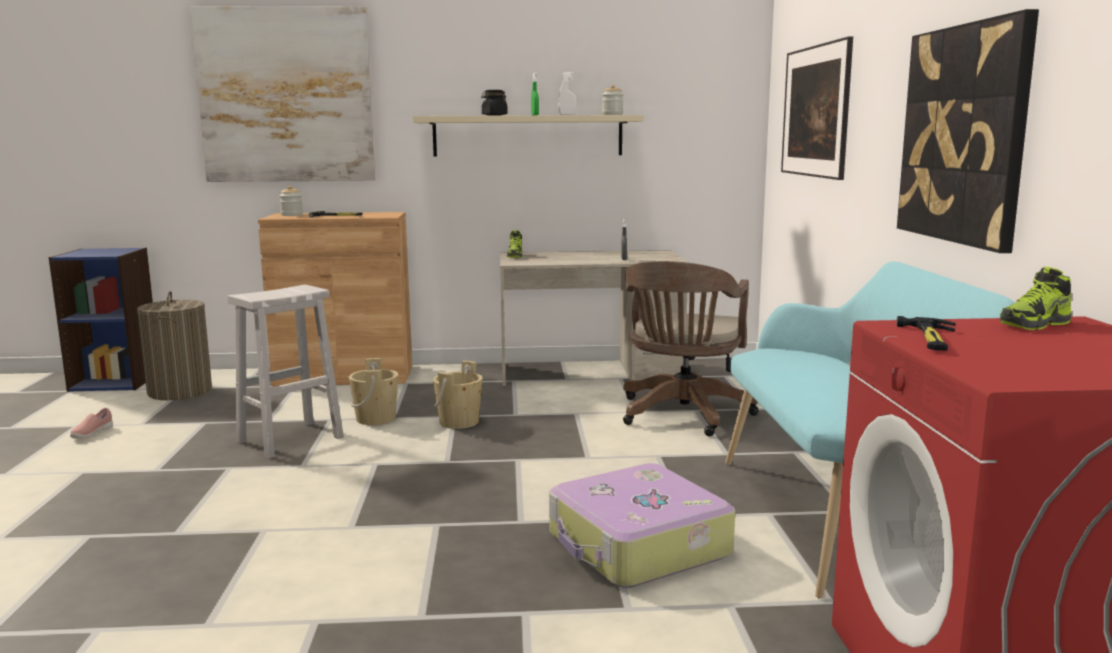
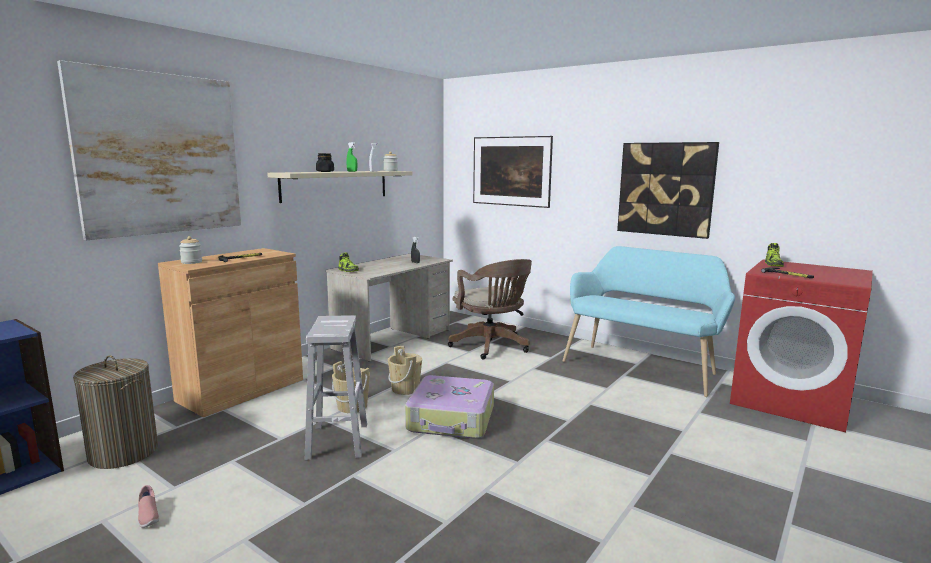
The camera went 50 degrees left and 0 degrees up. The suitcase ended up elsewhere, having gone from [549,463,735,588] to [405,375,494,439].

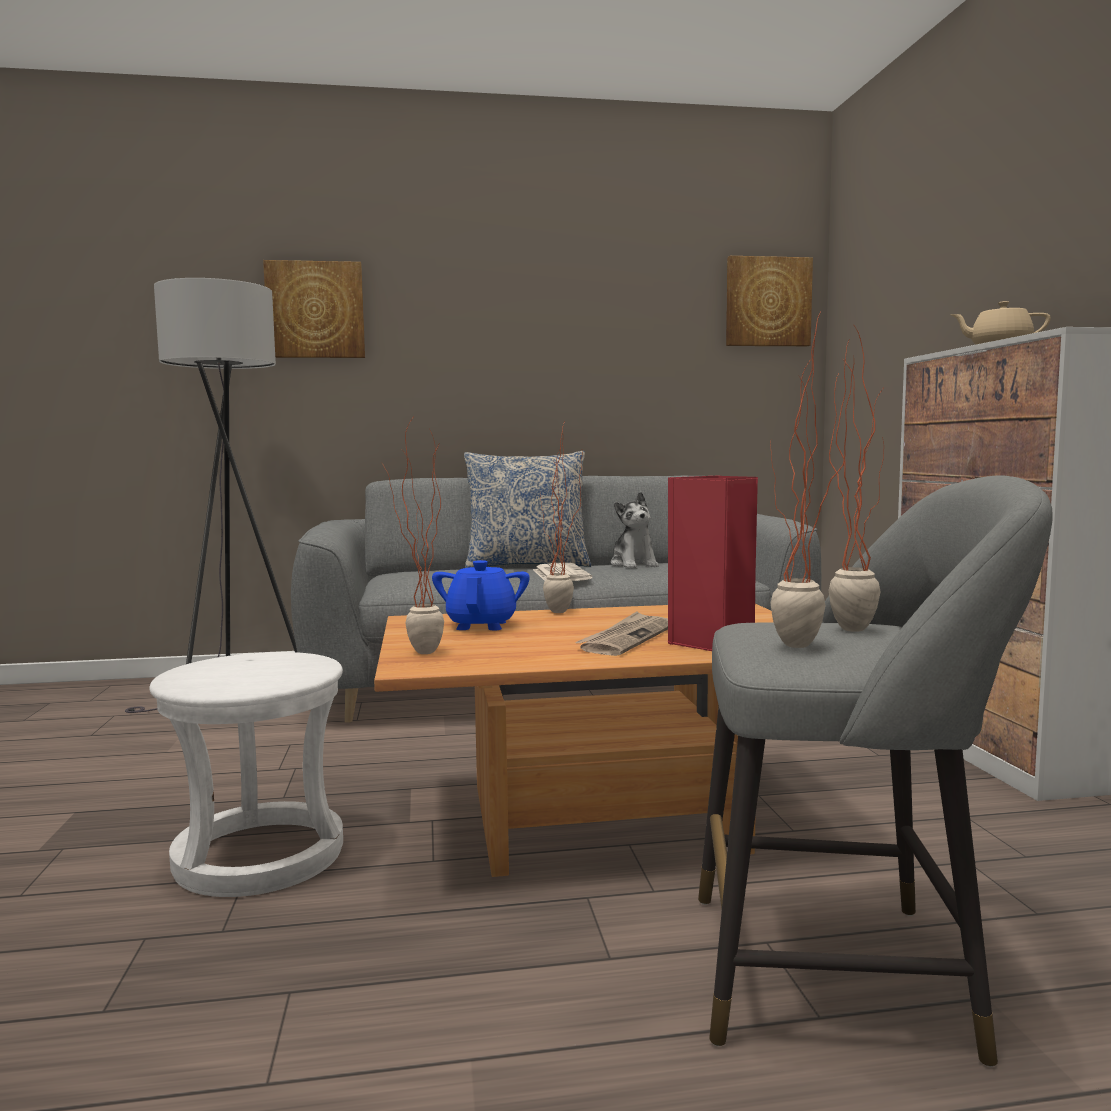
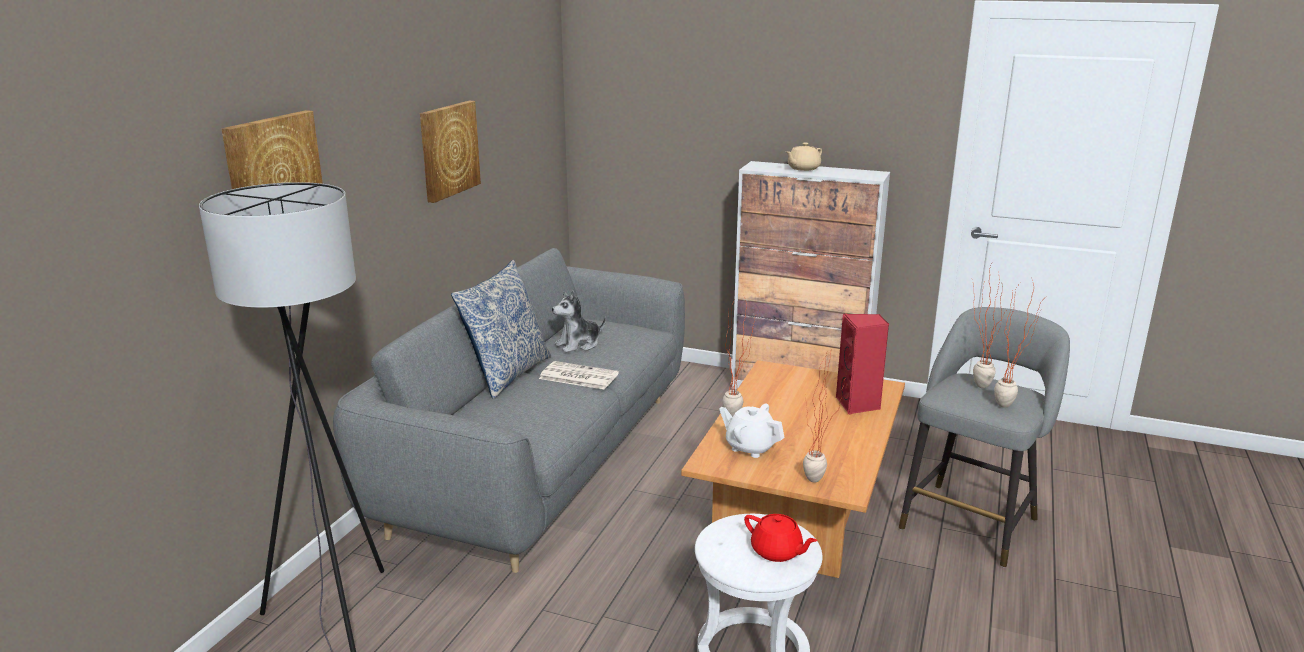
The camera went 60 degrees left and 15 degrees up. The second view lost the newspaper at [575,611,668,656]. The second view gained the teapot (red) at [744,514,817,562]. The picture ended up elsewhere, having gone from [726,256,813,346] to [420,101,481,203]. What was the teapot (blue) at [432,560,530,630] turned into the teapot (white) at [719,404,785,458]. The plush toy at [611,492,659,568] ended up facing another way, 135 degrees clockwise from before.

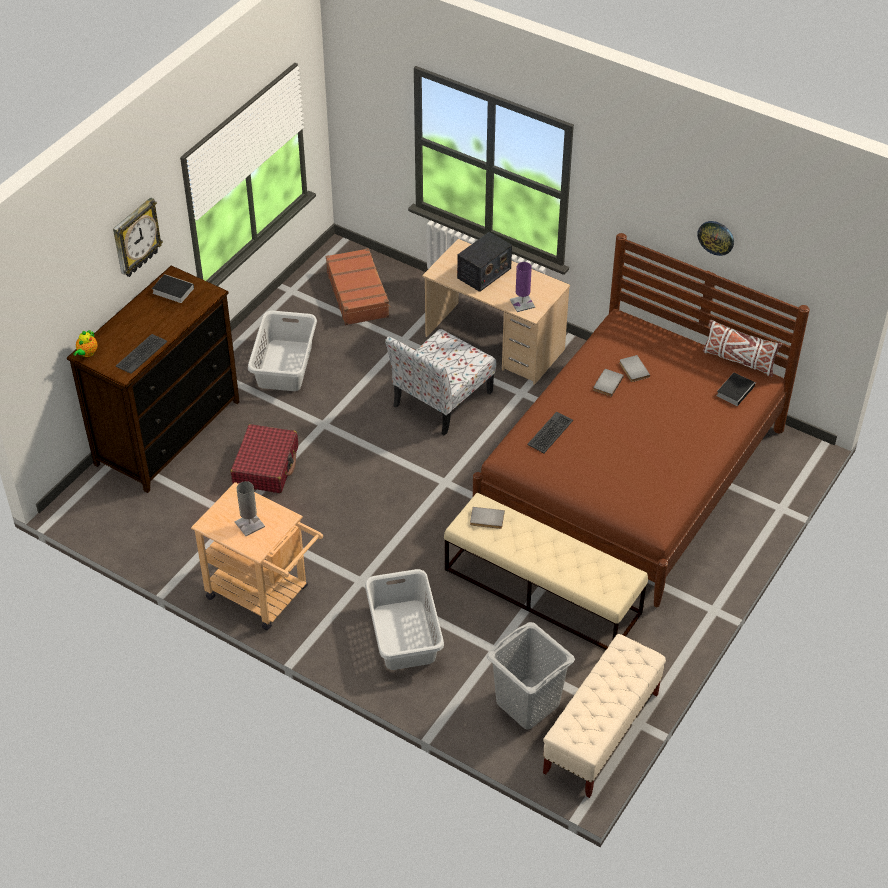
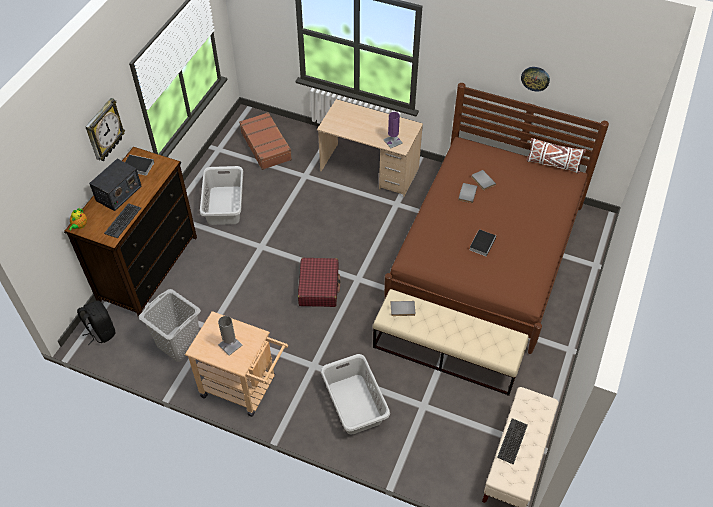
The camera went 10 degrees left and 5 degrees up. The second view lost the chair at [385,329,496,436]. The second view gained the backpack (black) at [77,300,115,345]. The suitcase (red) ended up elsewhere, having gone from [231,424,298,493] to [298,258,341,307]. The radio ended up elsewhere, having gone from [457,232,512,292] to [89,159,141,211]. The laundry basket (grey) ended up elsewhere, having gone from [487,622,575,729] to [139,289,201,362]. The keyboard ended up elsewhere, having gone from [527,412,573,453] to [497,418,528,464]. The book ended up elsewhere, having gone from [716,373,755,406] to [469,229,496,257].

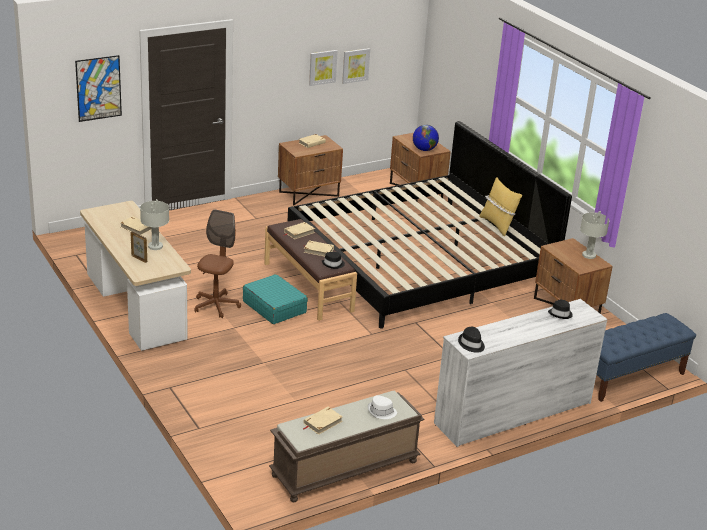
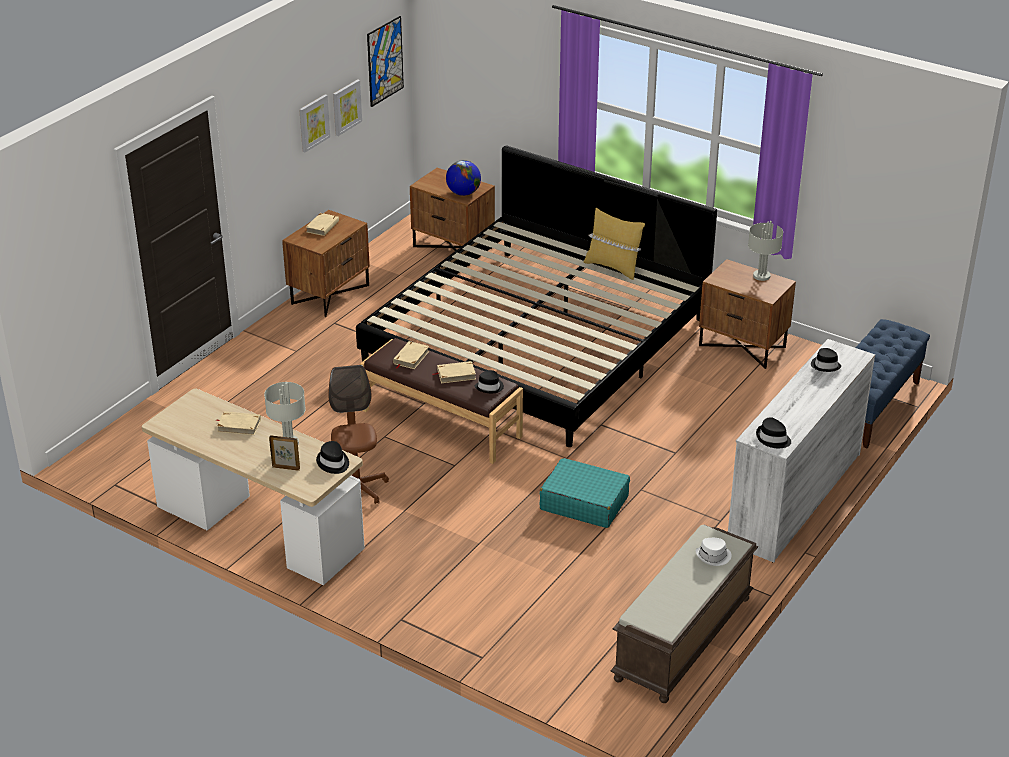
The camera went 25 degrees left and 5 degrees up. The second view lost the book (beige) at [303,407,343,435]. The second view gained the hat (black) at [316,441,349,474]. The picture ended up elsewhere, having gone from [75,55,122,122] to [367,16,404,107]. The suitcase (turquoise) ended up elsewhere, having gone from [243,274,308,324] to [540,458,630,528].

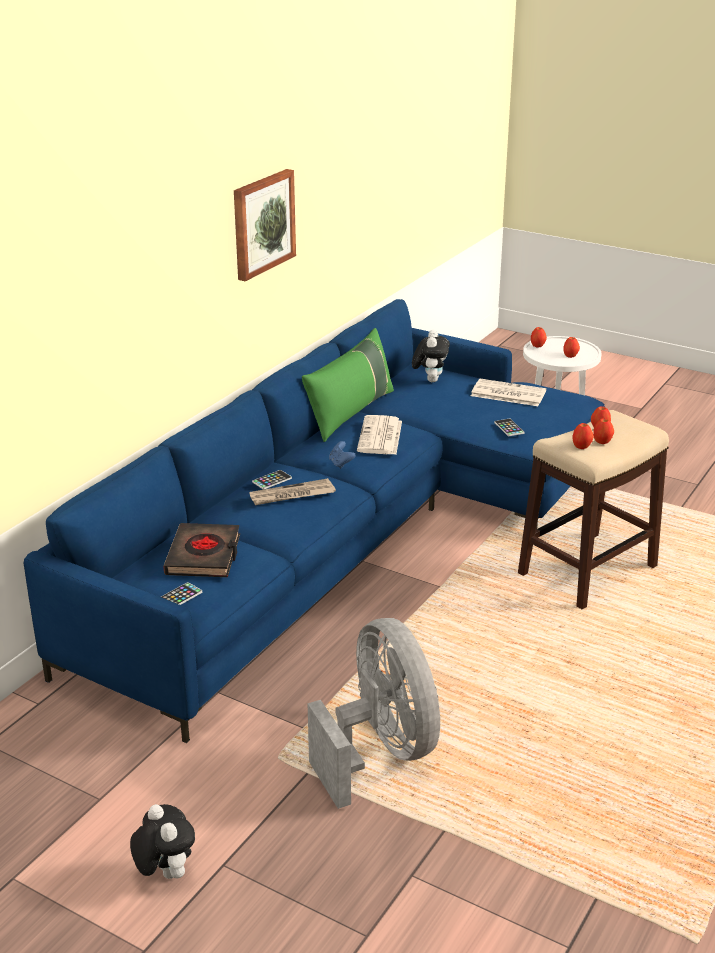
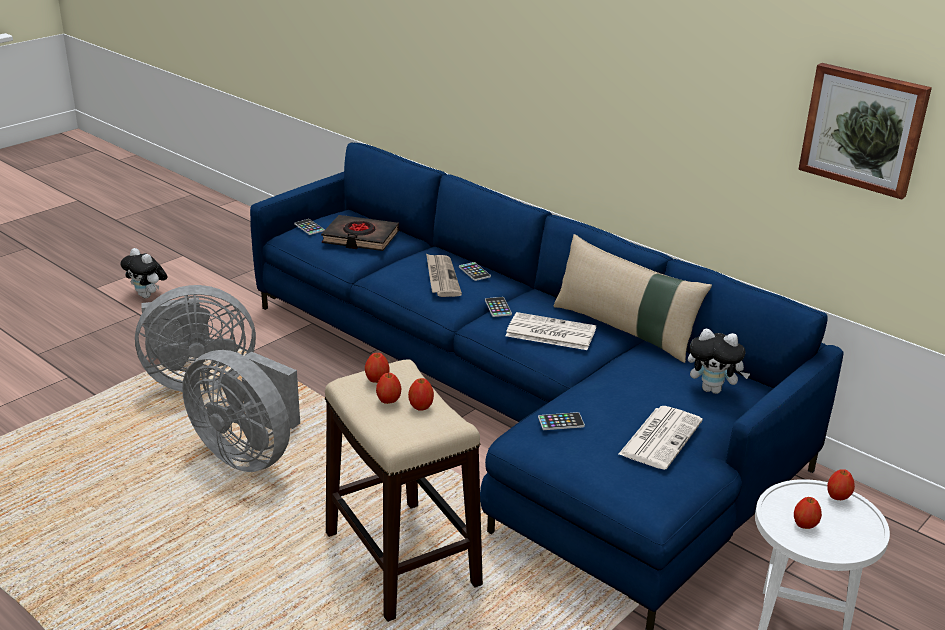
The camera went 100 degrees right and 0 degrees up. The second view gained the fan (grey) at [182,350,300,472]. The picture ended up elsewhere, having gone from [234,169,296,281] to [798,63,932,200]. Where the game controller (blue) stood at [329,441,356,469], the phone came to stand at [485,297,512,317]. What was the pillow (green) at [302,328,394,442] turned into the pillow (beige) at [553,234,712,363]. The plush toy at [130,804,195,879] ended up facing another way, 60 degrees clockwise from before.

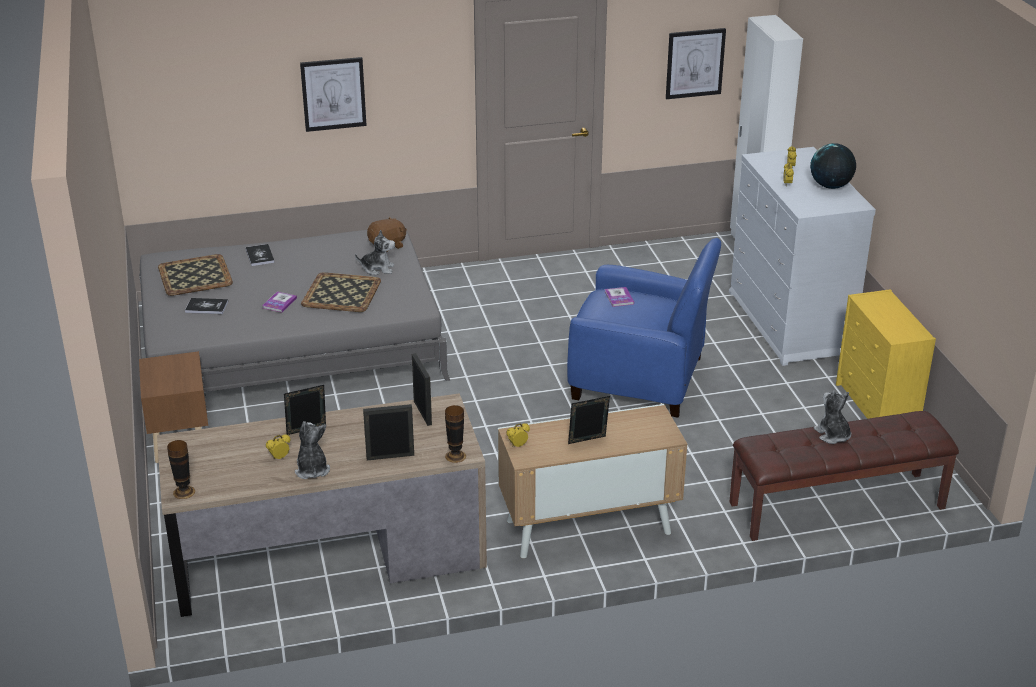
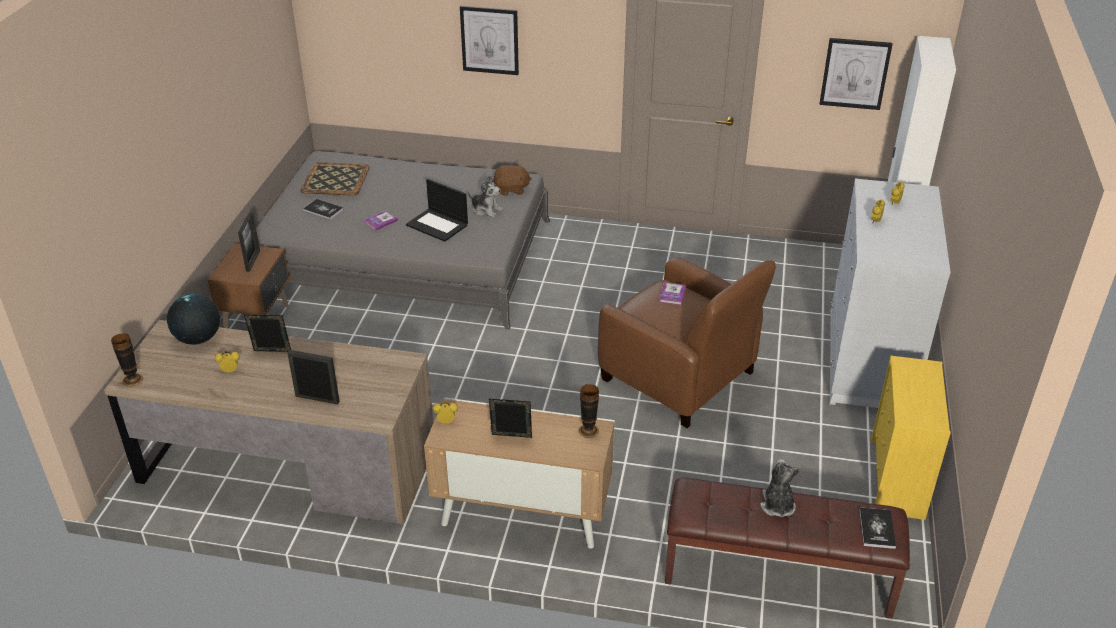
The camera went 25 degrees right and 5 degrees up. The second view lost the plush toy at [295,421,330,479]. The book ended up elsewhere, having gone from [246,244,275,266] to [859,507,896,549]. The picture frame ended up elsewhere, having gone from [412,353,432,426] to [238,212,260,272]. The vase ended up elsewhere, having gone from [445,405,466,463] to [579,384,599,438]. The globe ended up elsewhere, having gone from [810,143,856,189] to [167,294,220,345]. Where the tray stood at [301,272,381,312], the laptop came to stand at [406,179,468,242]. What was the armchair (blue) at [567,238,721,417] turned into the armchair (brown) at [598,258,776,428].

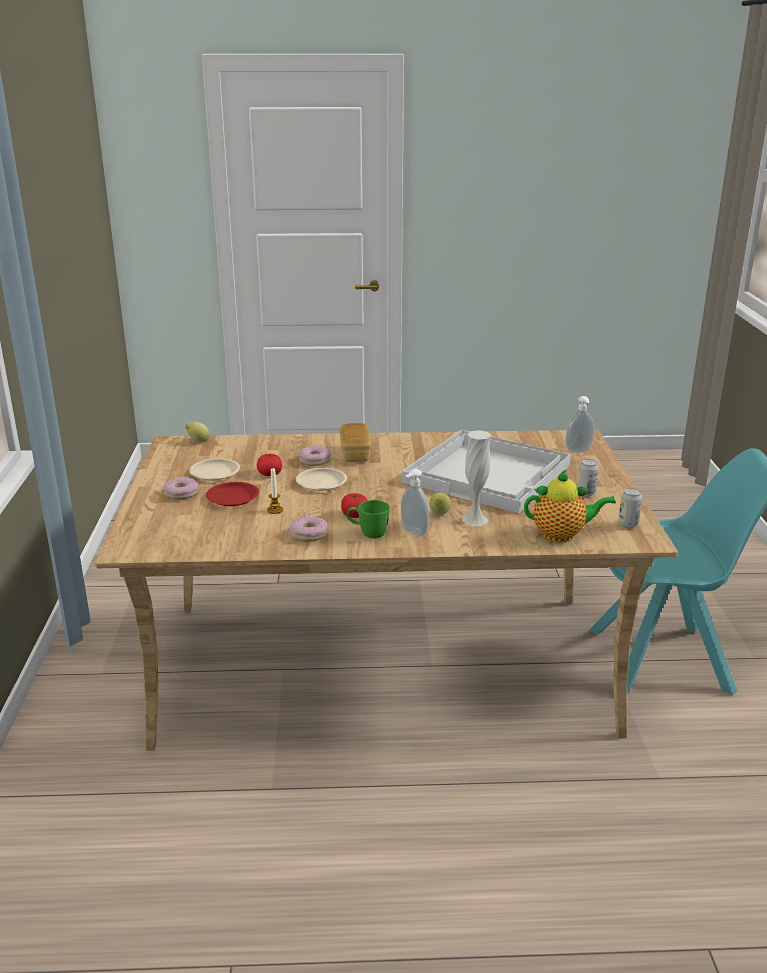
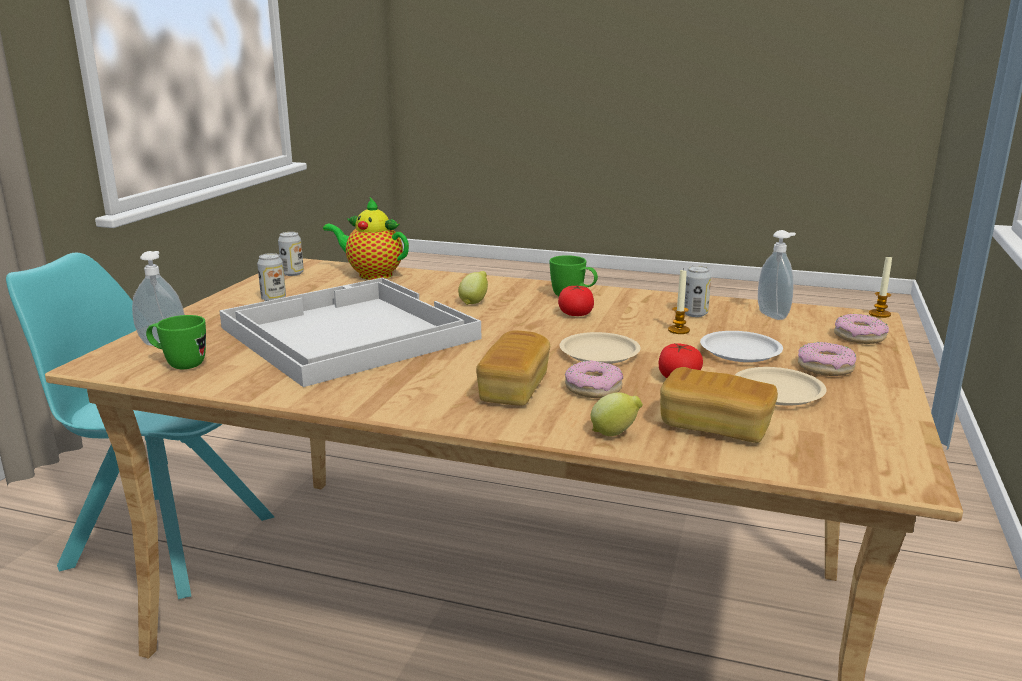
The camera went 160 degrees left and 5 degrees down. The second view lost the vase (white) at [462,430,491,526]. The second view gained the mug (green) at [146,315,206,369]. The second view gained the bread at [660,367,778,443]. The second view gained the can at [684,266,711,317]. The second view gained the candle at [869,257,892,318]. The lemon ended up elsewhere, having gone from [185,422,209,442] to [591,392,643,436]. The donut ended up elsewhere, having gone from [290,516,328,542] to [834,314,889,344]. The soap dispenser ended up elsewhere, having gone from [401,469,429,537] to [758,230,796,320]. What was the plate (red) at [206,482,259,506] turned into the plate (white) at [700,331,783,362].

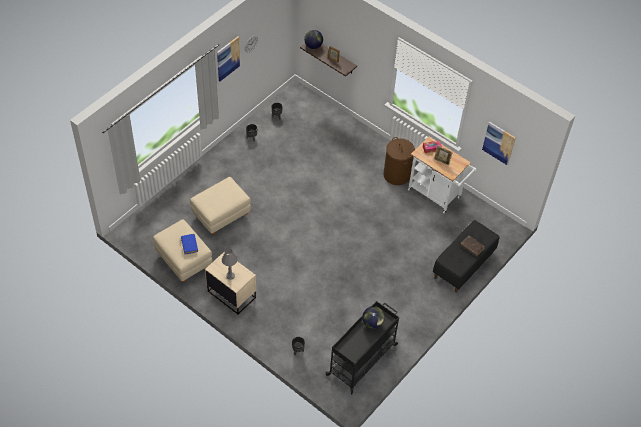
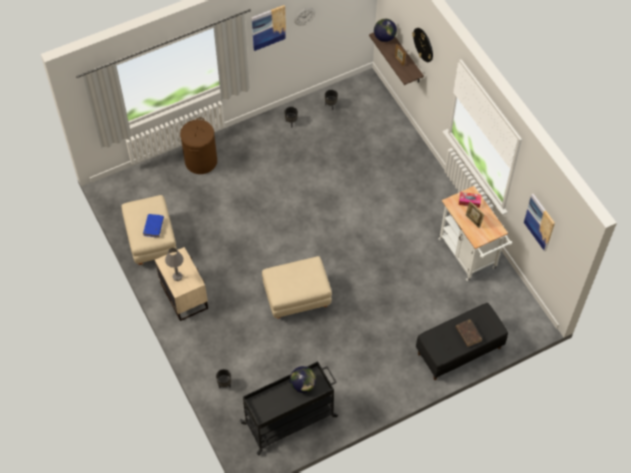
The camera went 25 degrees right and 5 degrees up. The second view gained the wall clock at [412,28,433,62]. The ottoman (beige) ended up elsewhere, having gone from [190,177,251,235] to [262,256,332,319]. The laundry basket (brown) ended up elsewhere, having gone from [383,137,415,185] to [180,117,217,174].

